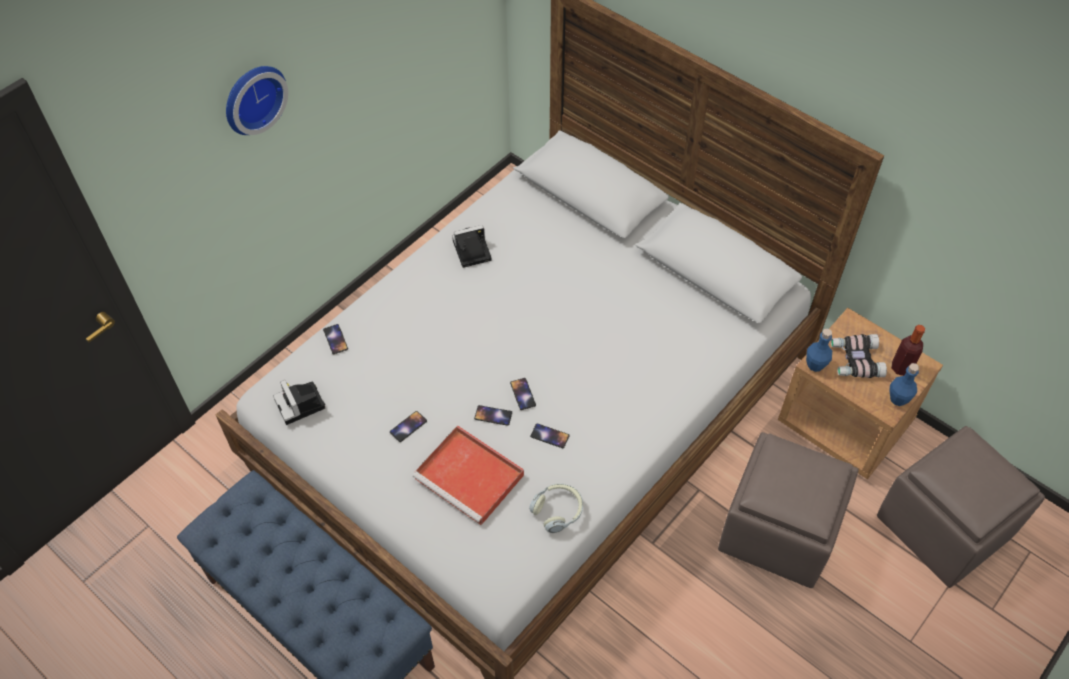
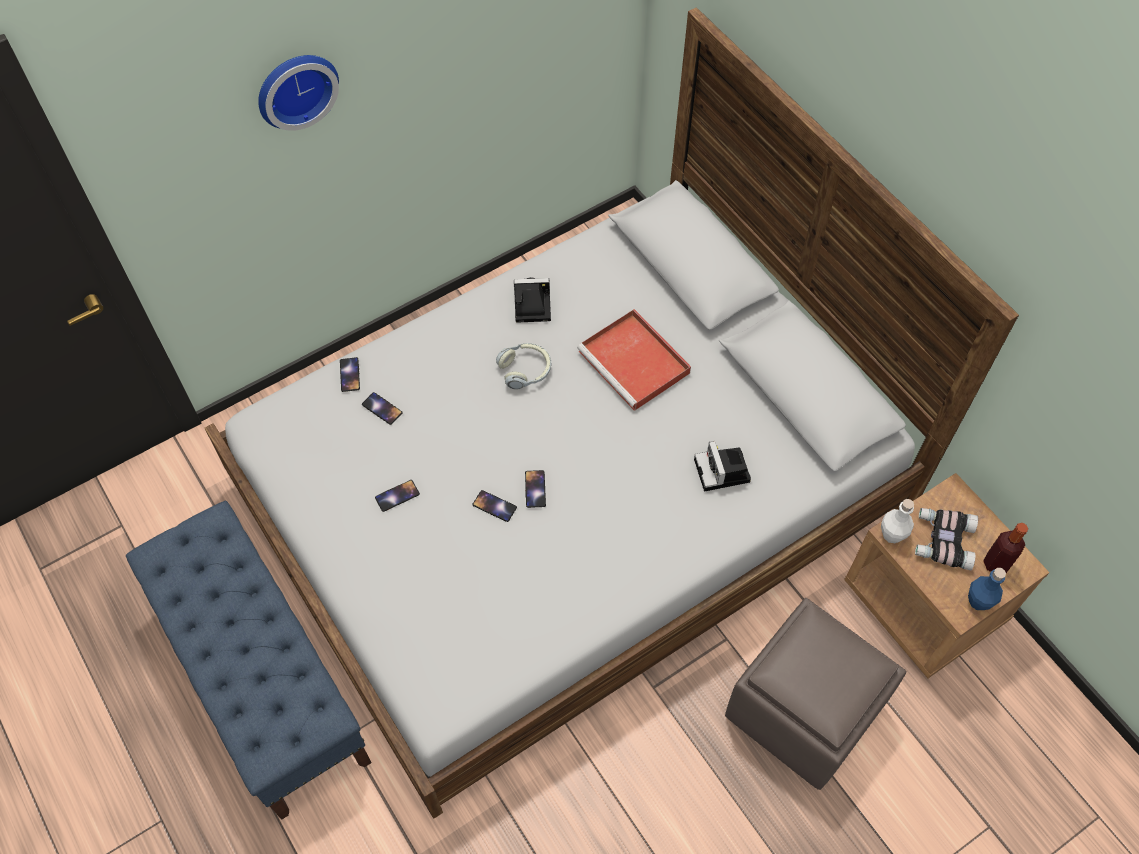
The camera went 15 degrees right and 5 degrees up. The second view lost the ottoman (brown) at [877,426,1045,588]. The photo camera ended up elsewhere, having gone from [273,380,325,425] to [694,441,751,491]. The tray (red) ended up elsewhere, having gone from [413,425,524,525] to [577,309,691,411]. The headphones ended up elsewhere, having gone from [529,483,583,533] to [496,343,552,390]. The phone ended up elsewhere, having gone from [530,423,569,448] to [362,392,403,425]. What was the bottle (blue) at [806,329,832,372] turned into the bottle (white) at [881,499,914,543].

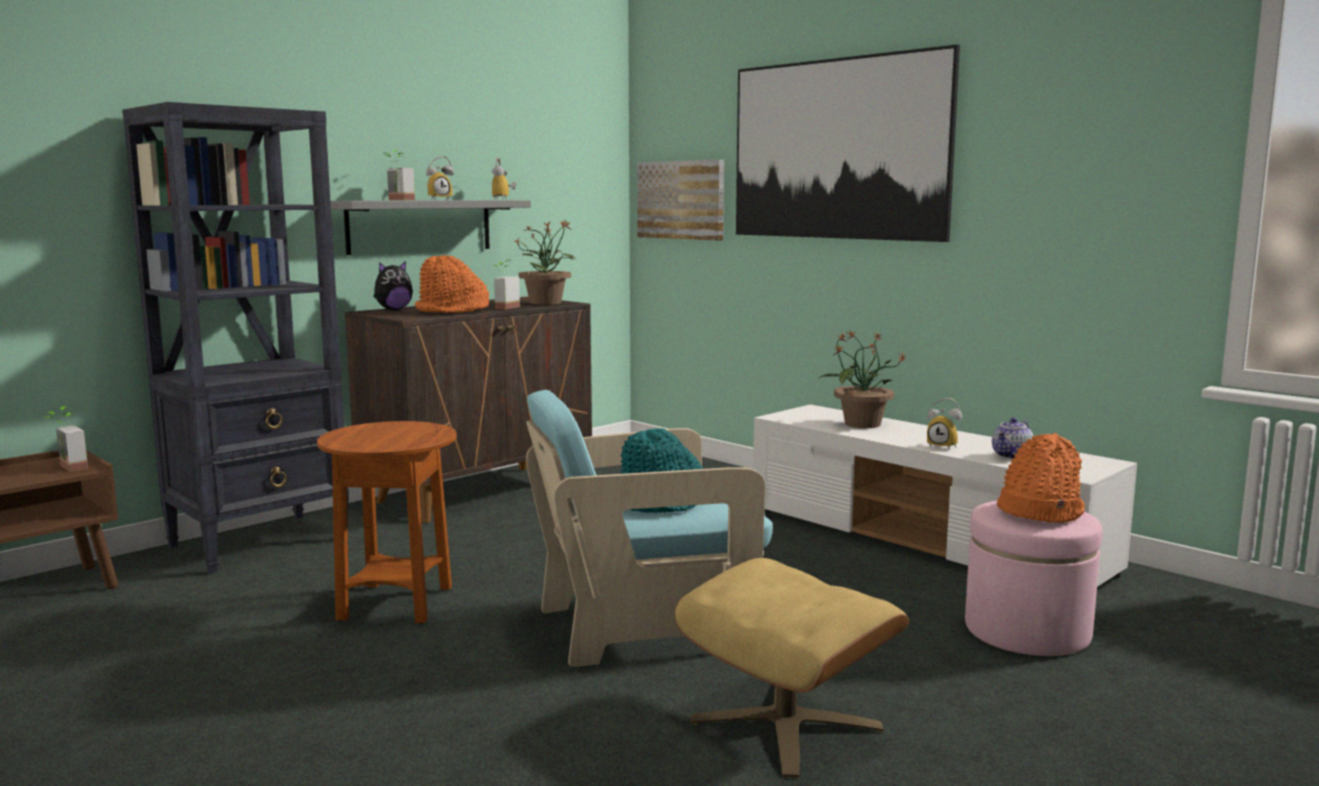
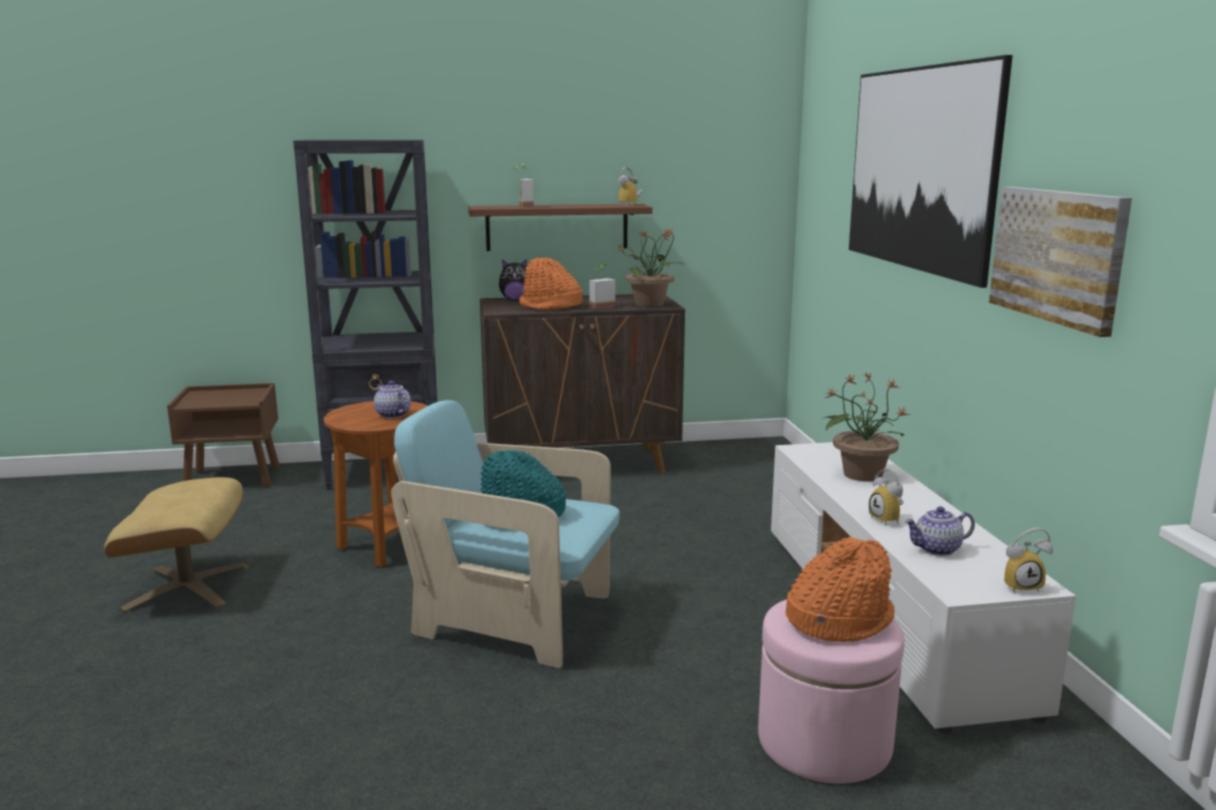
The camera went 35 degrees right and 5 degrees up. The second view lost the potted plant at [44,406,88,472]. The second view gained the teapot at [374,381,411,418]. The alarm clock ended up elsewhere, having gone from [426,156,454,200] to [1004,527,1053,593]. The picture ended up elsewhere, having gone from [637,160,724,241] to [989,187,1132,337]. The ottoman (beige) ended up elsewhere, having gone from [674,558,909,778] to [104,477,249,613]. What was the shelf (grey) at [331,200,531,255] turned into the shelf (brown) at [468,204,652,251].

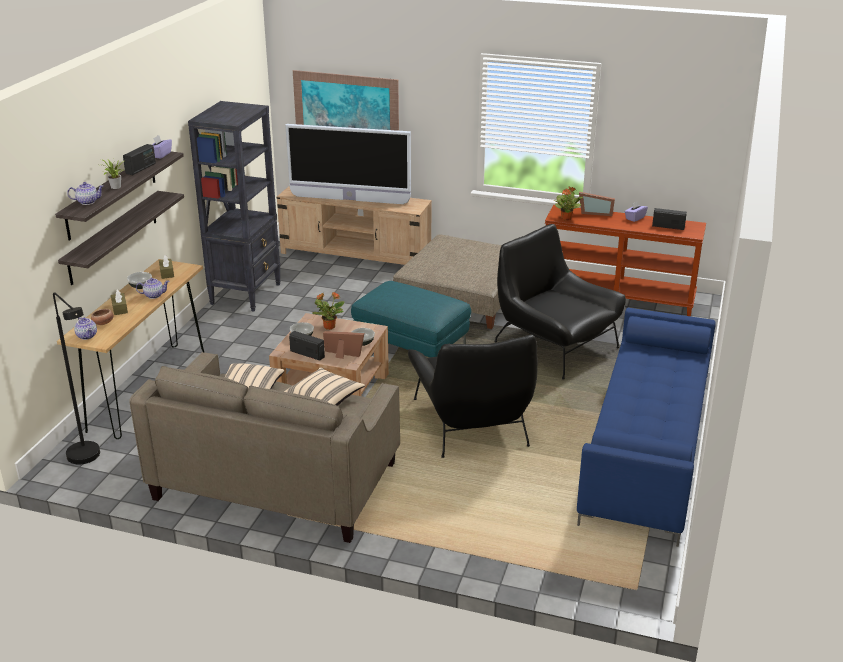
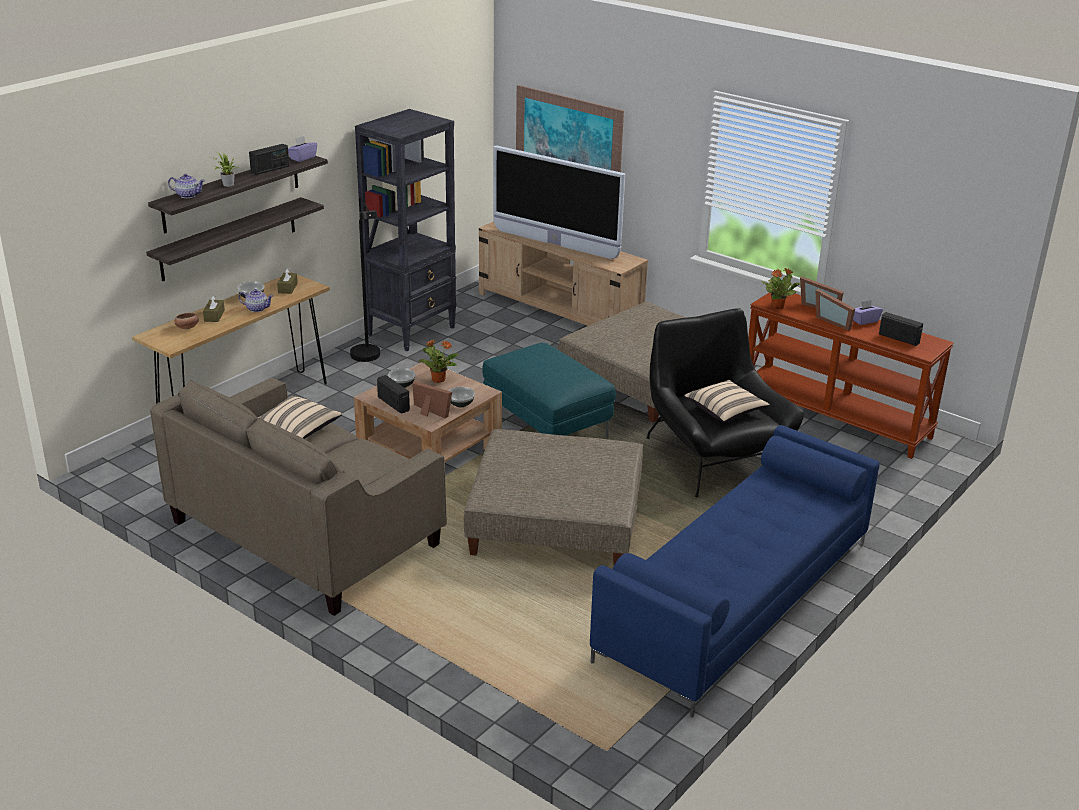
The camera went 20 degrees right and 0 degrees up. The second view lost the teapot at [74,317,97,340]. The second view gained the picture frame at [816,289,855,331]. The floor lamp (black) ended up elsewhere, having gone from [53,292,100,464] to [350,196,380,362]. The pillow (beige) ended up elsewhere, having gone from [284,367,365,406] to [684,380,770,422]. Where the armchair (black) stood at [408,335,538,458], the ottoman (beige) came to stand at [464,429,643,565].

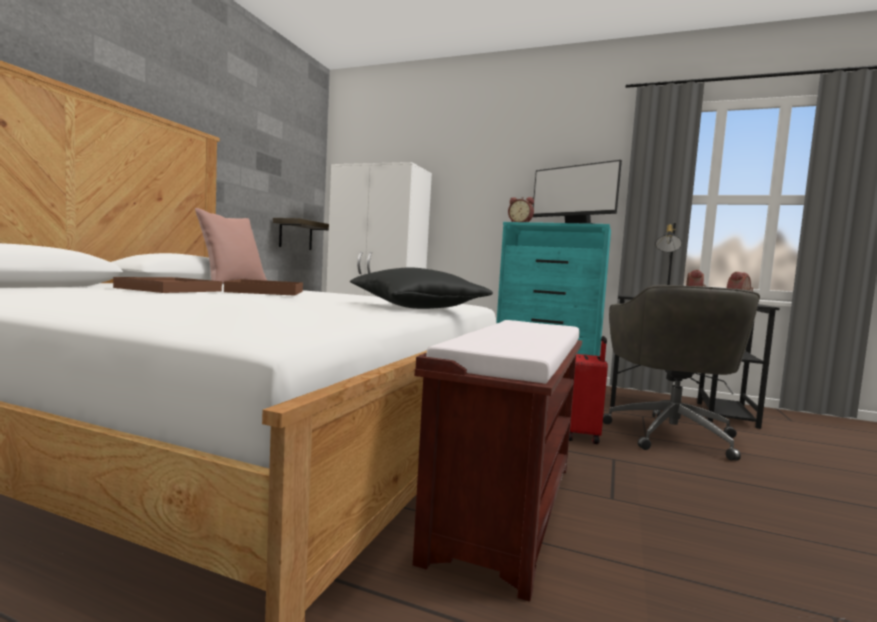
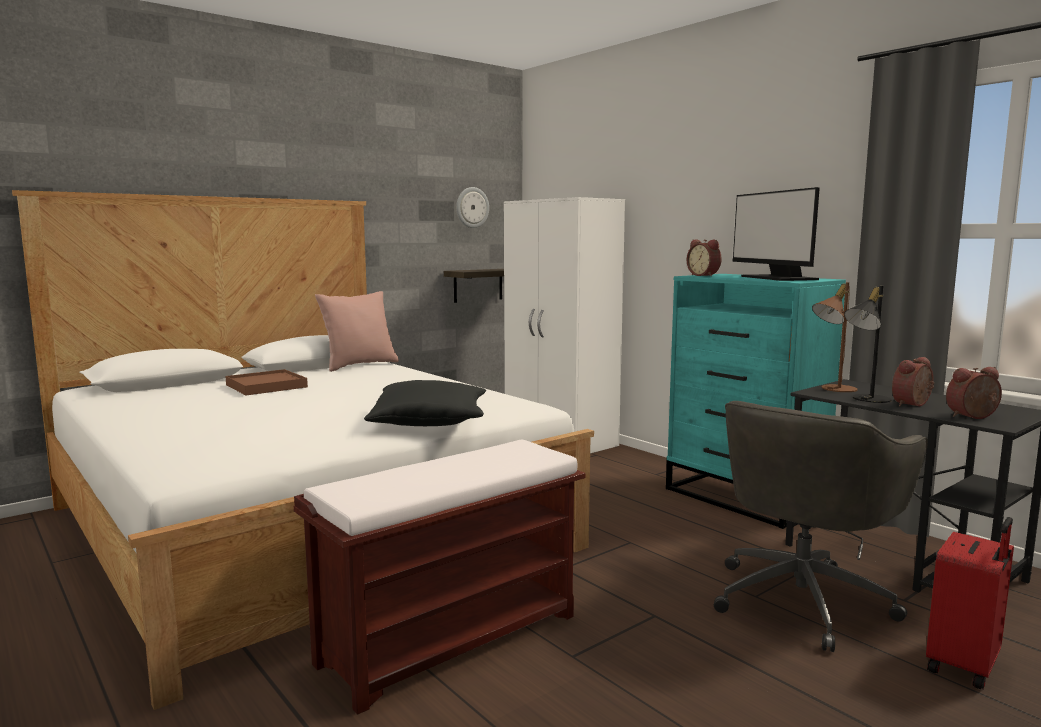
The camera went 30 degrees right and 5 degrees up. The second view lost the tray (brown) at [224,279,303,296]. The second view gained the wall clock at [456,187,489,228]. The second view gained the table lamp (brown) at [812,282,858,392]. The suitcase (red) ended up elsewhere, having gone from [569,336,608,444] to [926,517,1014,689].

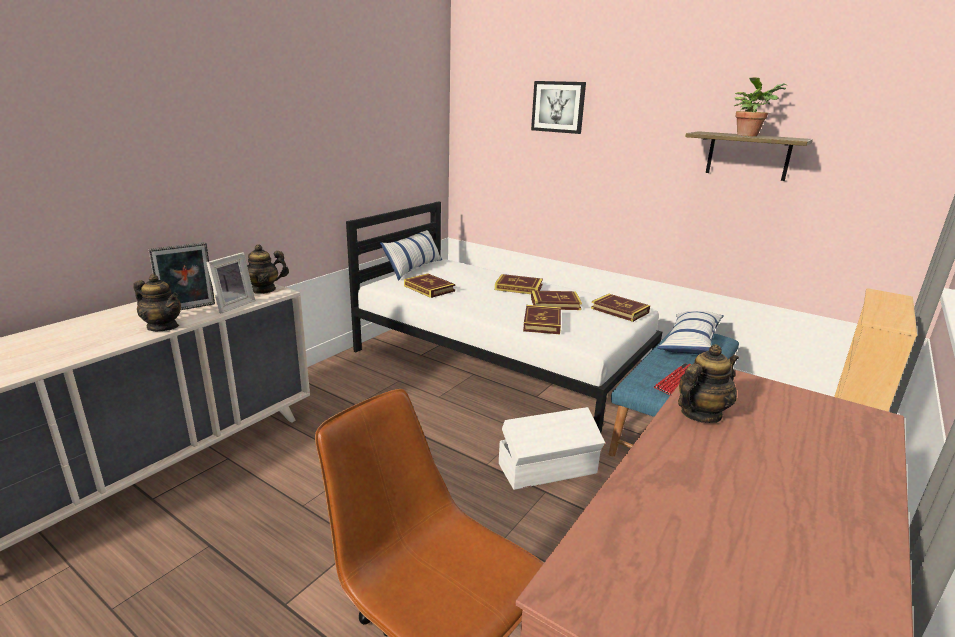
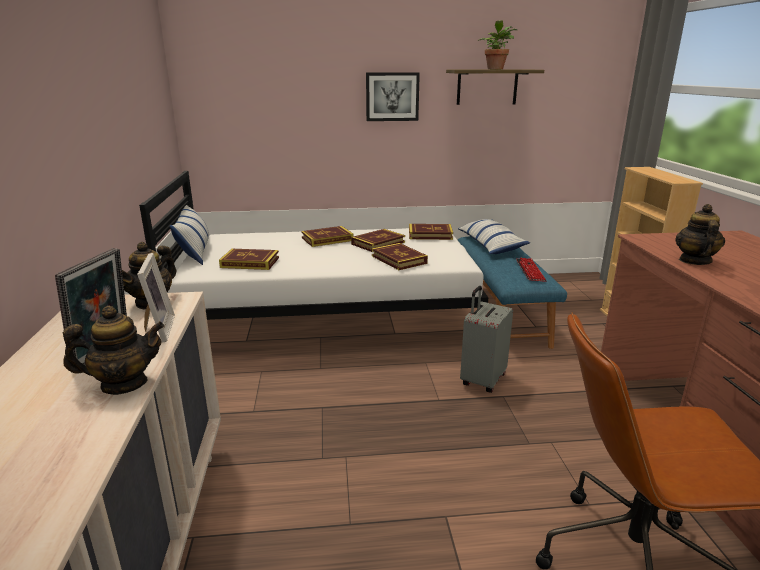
The camera went 40 degrees left and 0 degrees up. The picture ended up elsewhere, having gone from [531,81,586,134] to [366,72,420,121]. Where the storage box (white) stood at [499,407,605,490], the suitcase (grey) came to stand at [460,286,513,393].

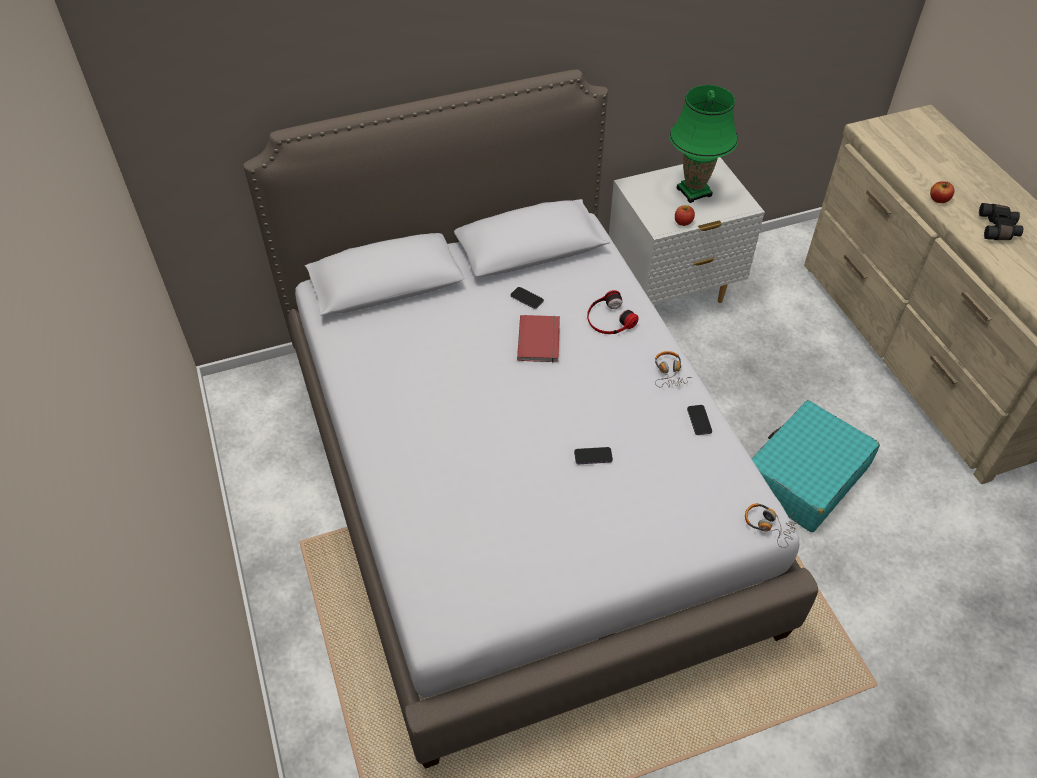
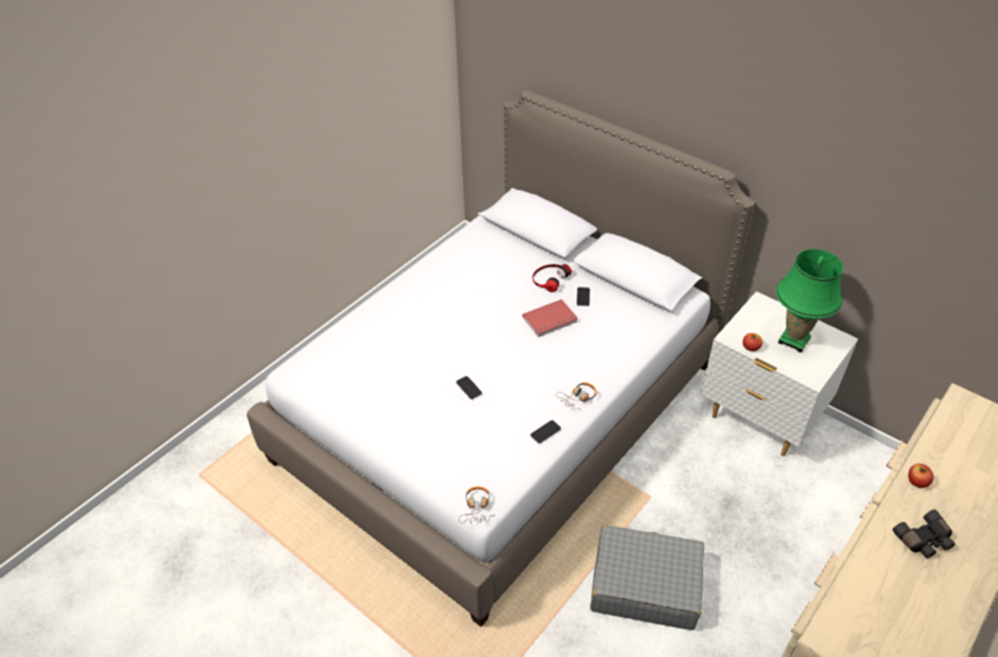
The camera went 60 degrees right and 5 degrees down. The headphones ended up elsewhere, having gone from [587,290,639,334] to [532,264,572,292]. What was the suitcase (turquoise) at [752,400,880,532] turned into the suitcase (grey) at [590,525,704,630].

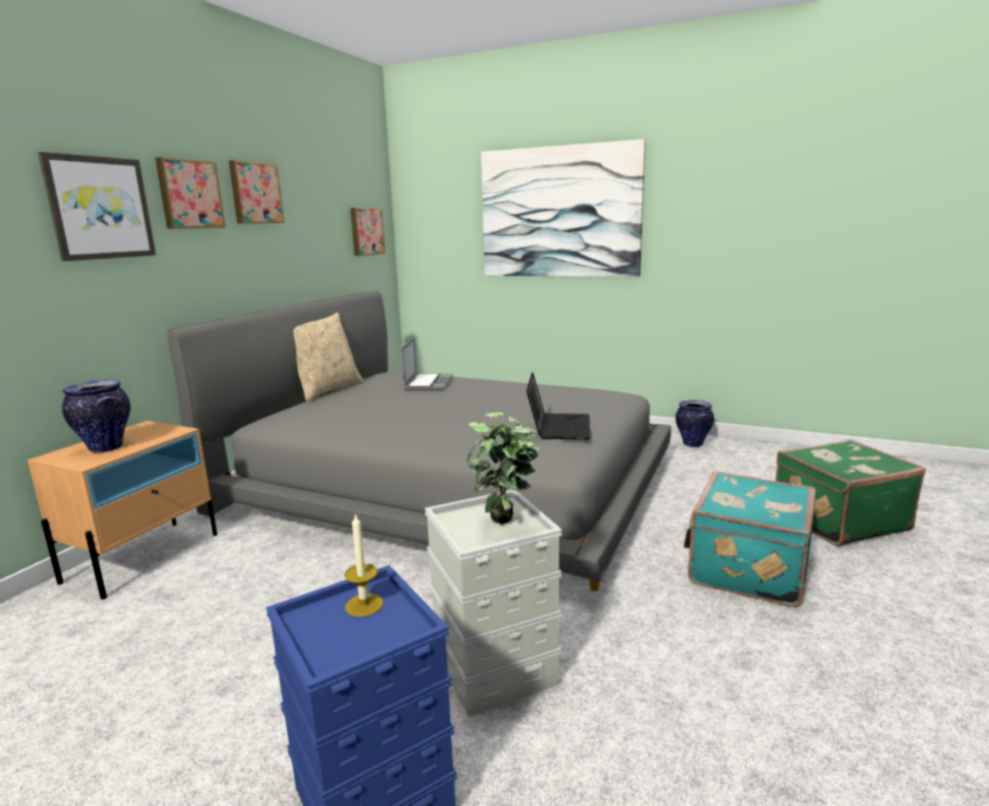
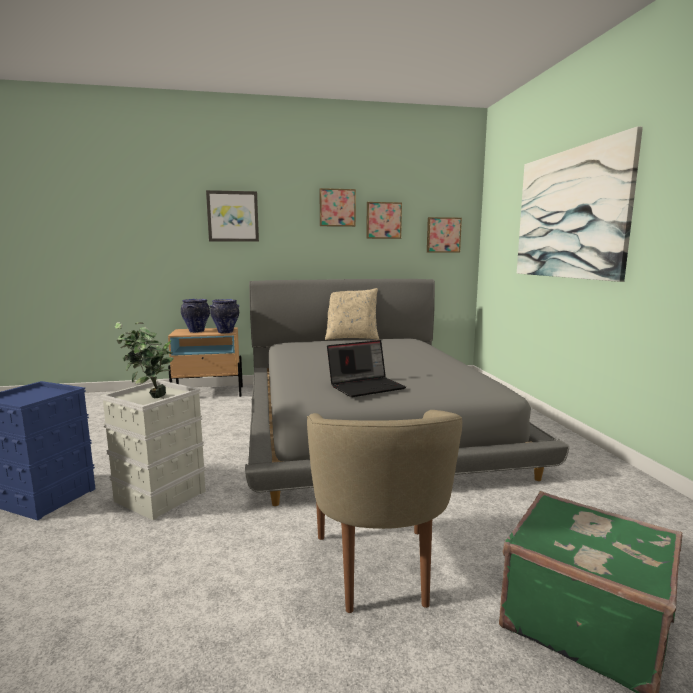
The camera went 55 degrees right and 5 degrees down. The second view lost the candle at [345,513,383,617]. The second view lost the laptop at [401,337,453,390]. The picture ended up elsewhere, having gone from [155,157,226,229] to [366,202,402,239]. The vase ended up elsewhere, having gone from [675,400,714,447] to [209,299,239,333]. Where the suitcase (turquoise) stood at [684,471,816,607], the armchair (beige) came to stand at [307,410,462,613].

